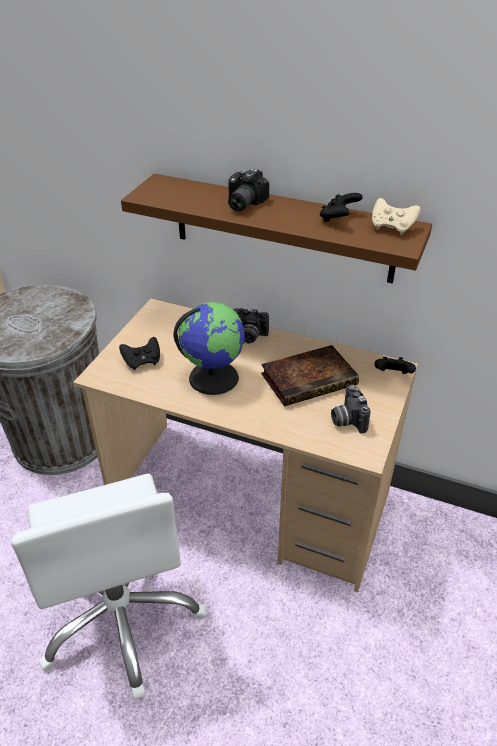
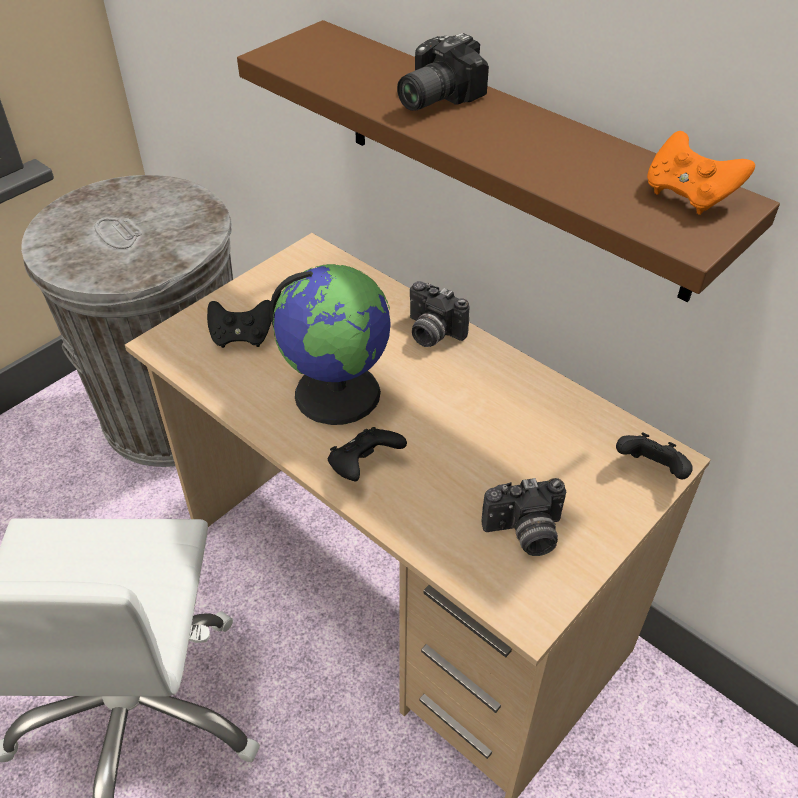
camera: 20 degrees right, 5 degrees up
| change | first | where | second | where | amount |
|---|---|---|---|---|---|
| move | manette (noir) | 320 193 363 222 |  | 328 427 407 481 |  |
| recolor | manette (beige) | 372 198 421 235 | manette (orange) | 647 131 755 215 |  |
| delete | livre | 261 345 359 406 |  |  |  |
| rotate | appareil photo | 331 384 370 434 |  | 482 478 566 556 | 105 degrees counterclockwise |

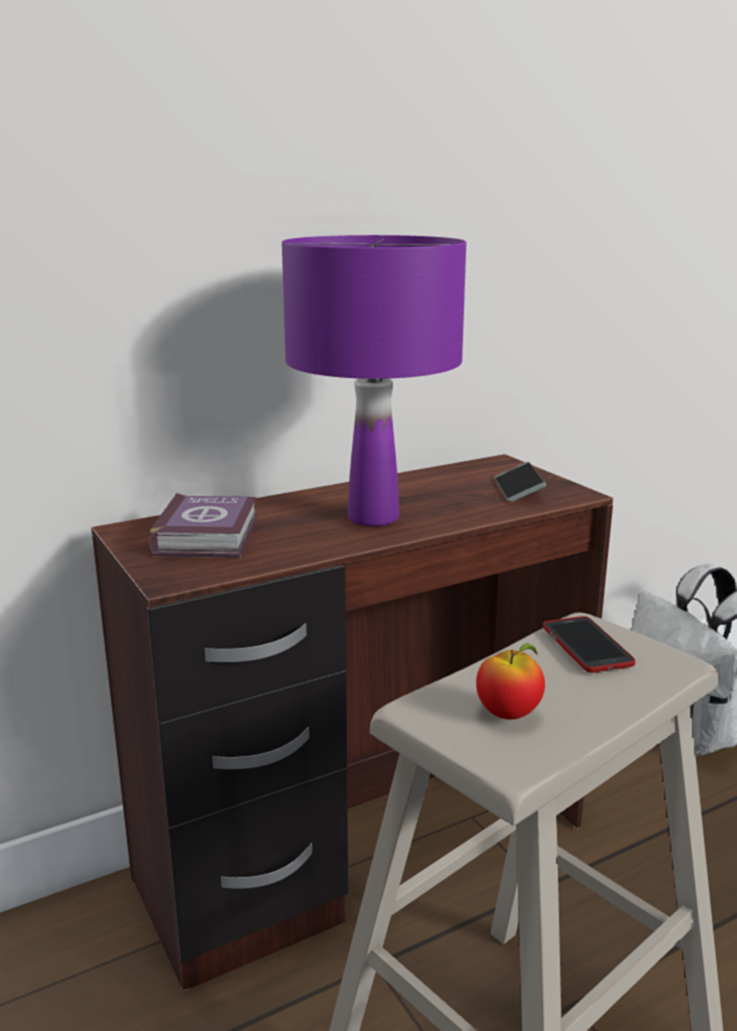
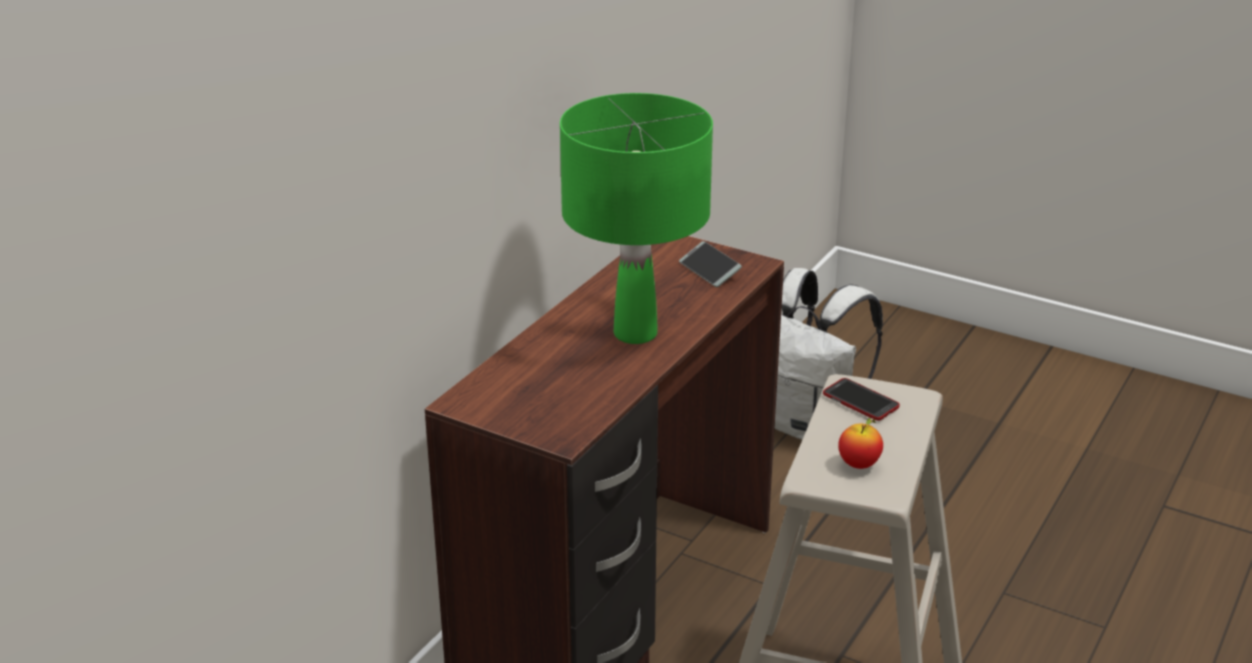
camera: 30 degrees left, 10 degrees up
| change | first | where | second | where | amount |
|---|---|---|---|---|---|
| recolor | lampe de table (violet) | 282 235 466 526 | lampe de table (vert) | 560 93 713 344 |  |
| delete | livre | 149 493 258 558 |  |  |  |

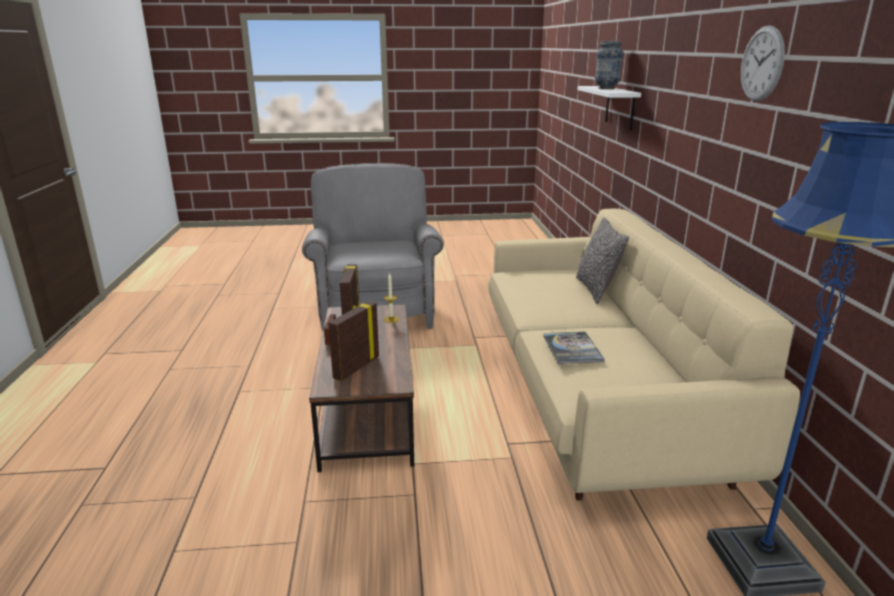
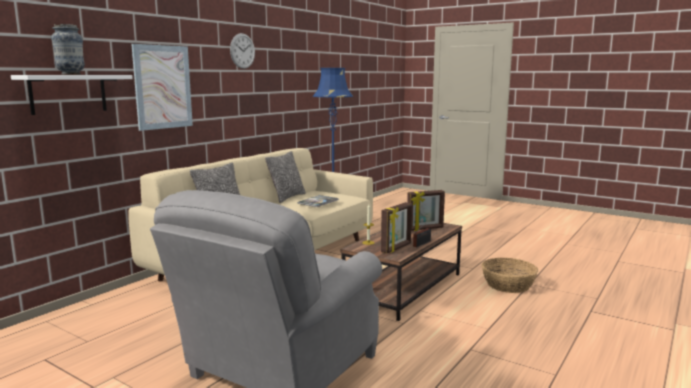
camera: 140 degrees left, 10 degrees down
| change | first | where | second | where | amount |
|---|---|---|---|---|---|
| insert |  |  | tableau | 131 44 193 131 |  |
| insert |  |  | coussin | 265 151 306 203 |  |
| insert |  |  | panier | 482 258 538 293 |  |

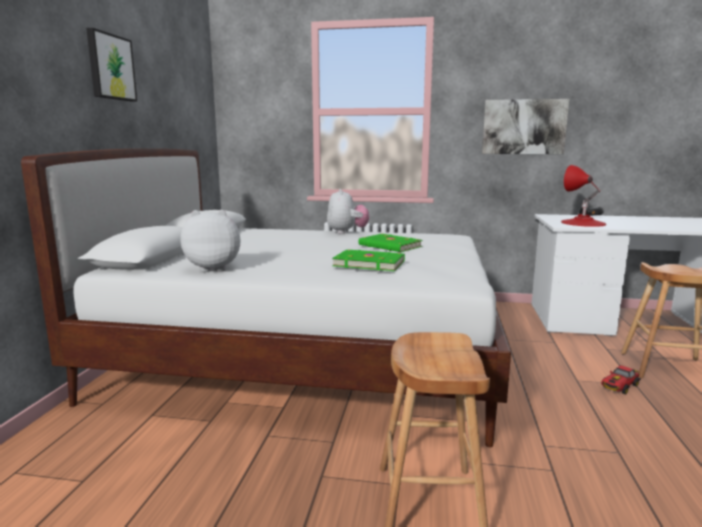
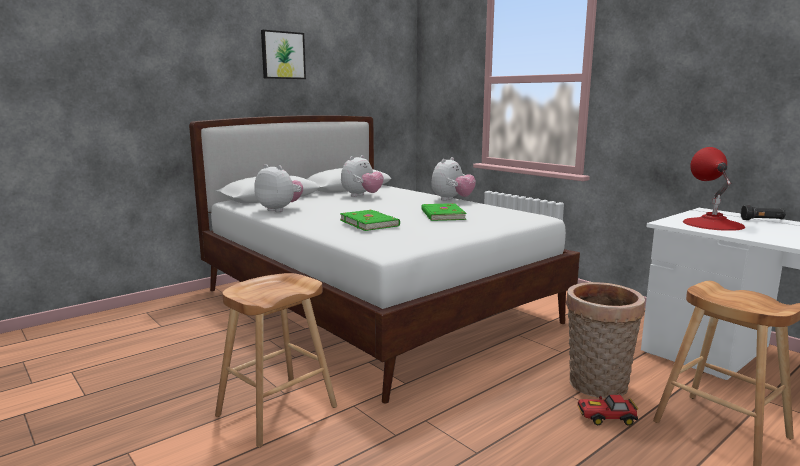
camera: 40 degrees right, 0 degrees up
| change | first | where | second | where | amount |
|---|---|---|---|---|---|
| delete | tableau | 482 99 569 154 |  |  |  |
| insert |  |  | peluche | 341 155 384 197 |  |
| insert |  |  | panier | 566 282 645 398 |  |

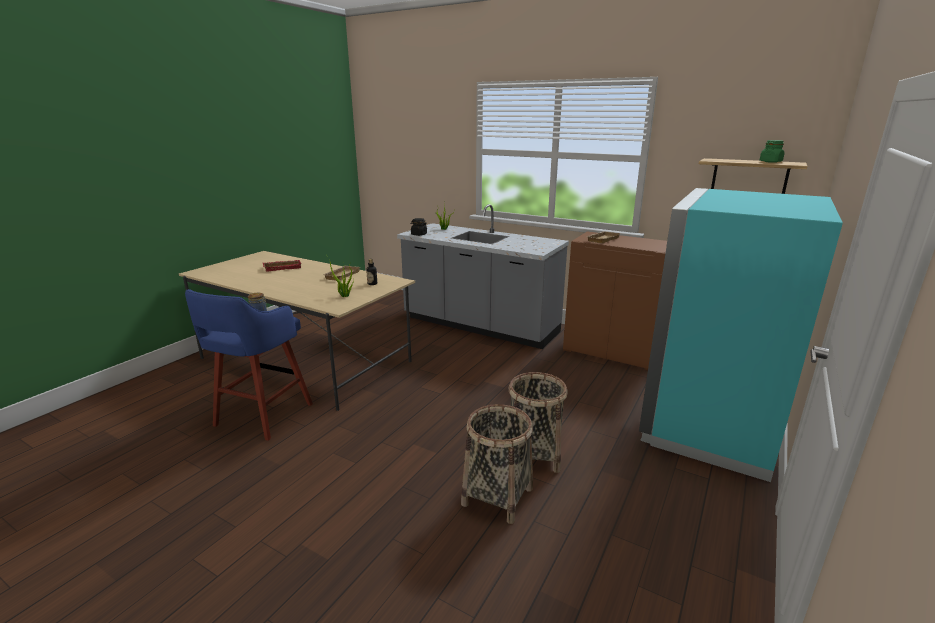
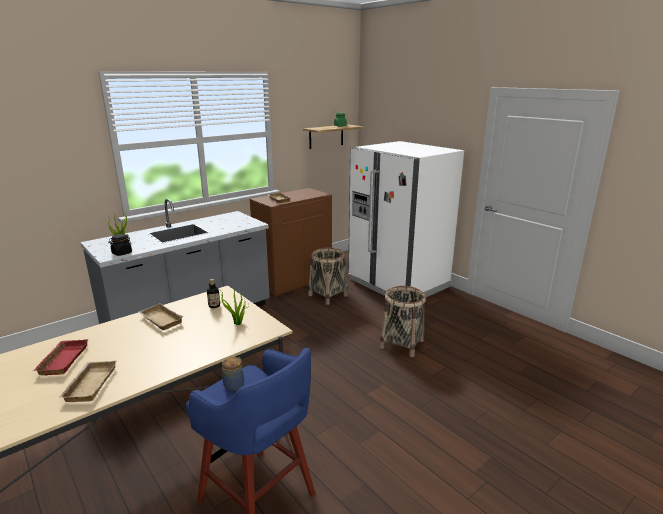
camera: 70 degrees left, 0 degrees up
| change | first | where | second | where | amount |
|---|---|---|---|---|---|
| recolor | réfrigérateur (turquoise) | 639 188 843 482 | réfrigérateur (blanc) | 348 141 464 297 |  |
| move | panier | 461 404 533 524 |  | 308 248 348 305 |  |
| insert |  |  | plateau (beige) | 60 361 116 402 |  |

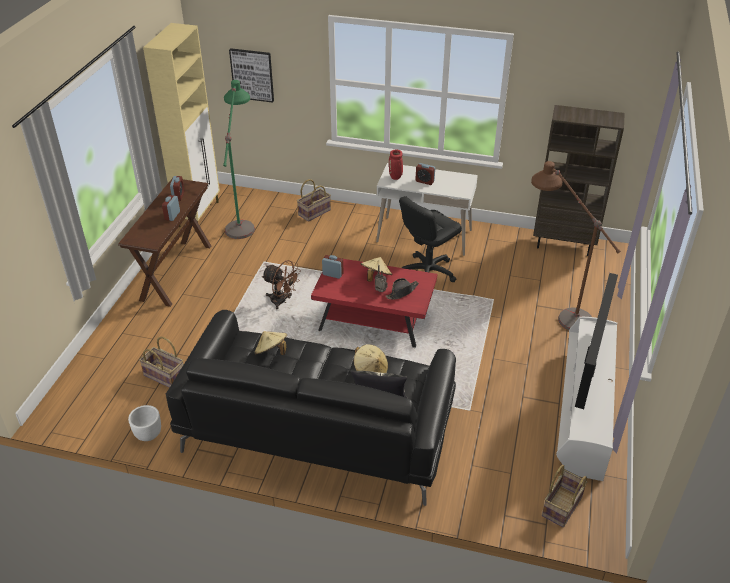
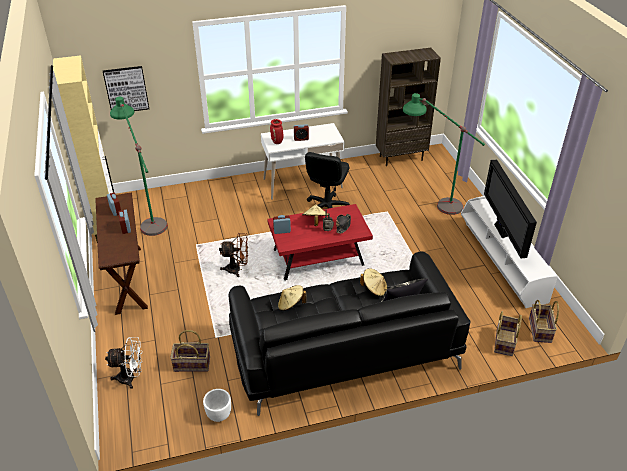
camera: 30 degrees left, 0 degrees up
| change | first | where | second | where | amount |
|---|---|---|---|---|---|
| recolor | lampadaire (marron) | 531 161 621 330 | lampadaire (vert) | 403 93 485 215 |  |
| move | panier | 297 179 331 222 |  | 494 311 522 356 |  |
| insert |  |  | ventilateur (blanc) | 105 337 142 389 |  |

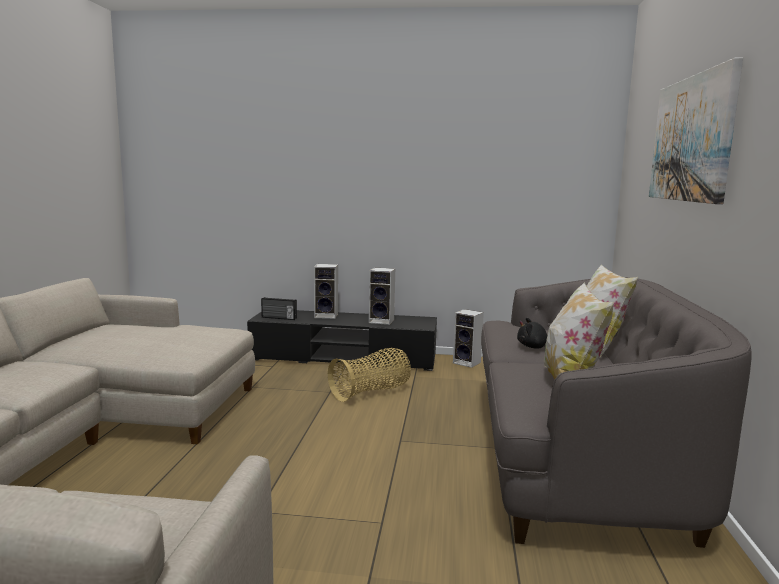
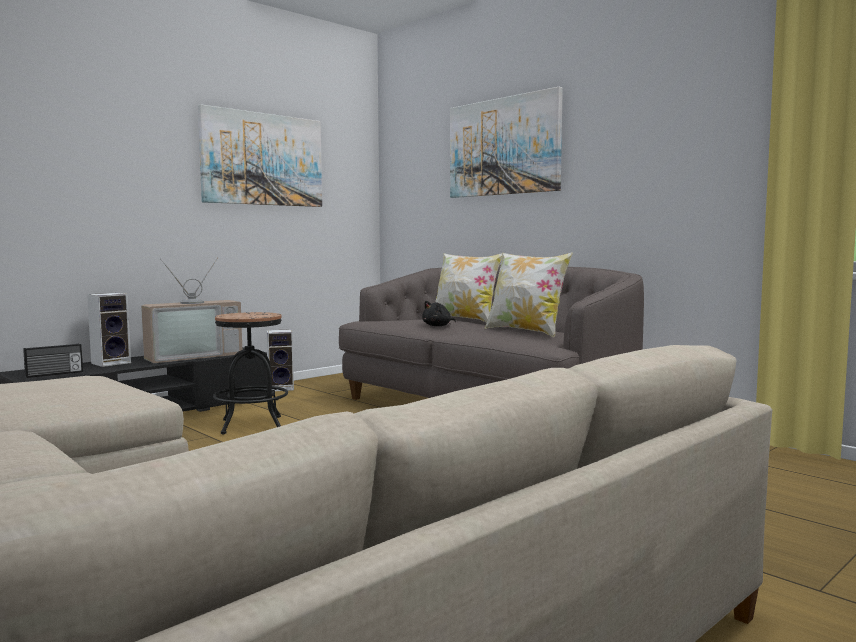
camera: 50 degrees left, 5 degrees down
| change | first | where | second | where | amount |
|---|---|---|---|---|---|
| replace | enceinte | 369 267 395 325 | téléviseur | 141 258 242 363 |  |
| replace | panier | 328 348 411 402 | tabouret (noir) | 213 312 288 434 |  |
| insert |  |  | tableau | 198 104 322 207 |  |

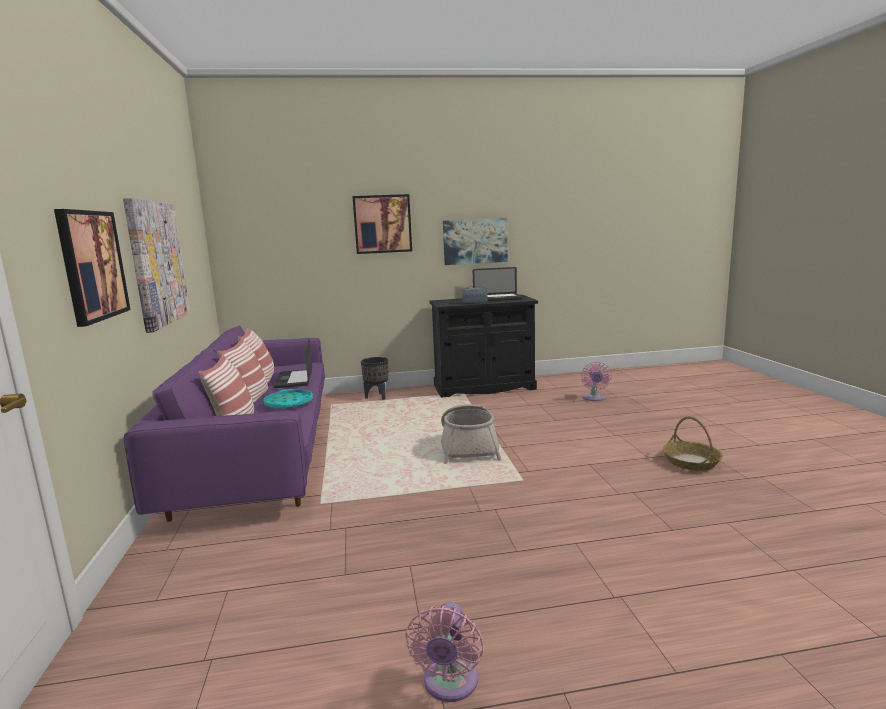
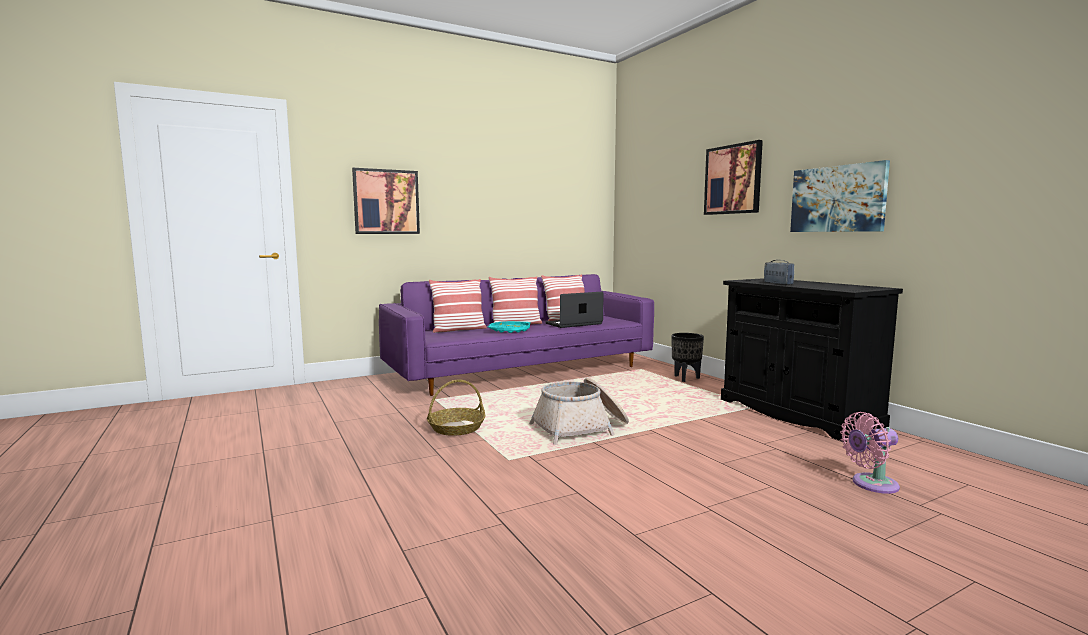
camera: 70 degrees right, 5 degrees down
| change | first | where | second | where | amount |
|---|---|---|---|---|---|
| delete | tableau | 123 198 190 333 |  |  |  |
| delete | ordinateur portable | 473 267 522 301 |  |  |  |
| move | panier | 663 417 723 471 |  | 427 379 486 436 |  |
| delete | ventilateur (rose) | 405 602 483 702 |  |  |  |

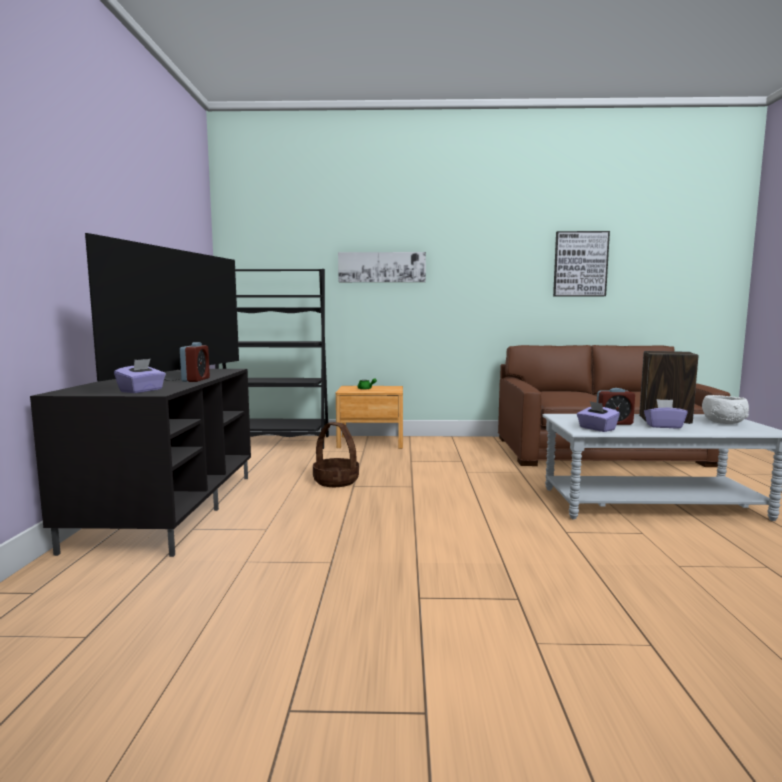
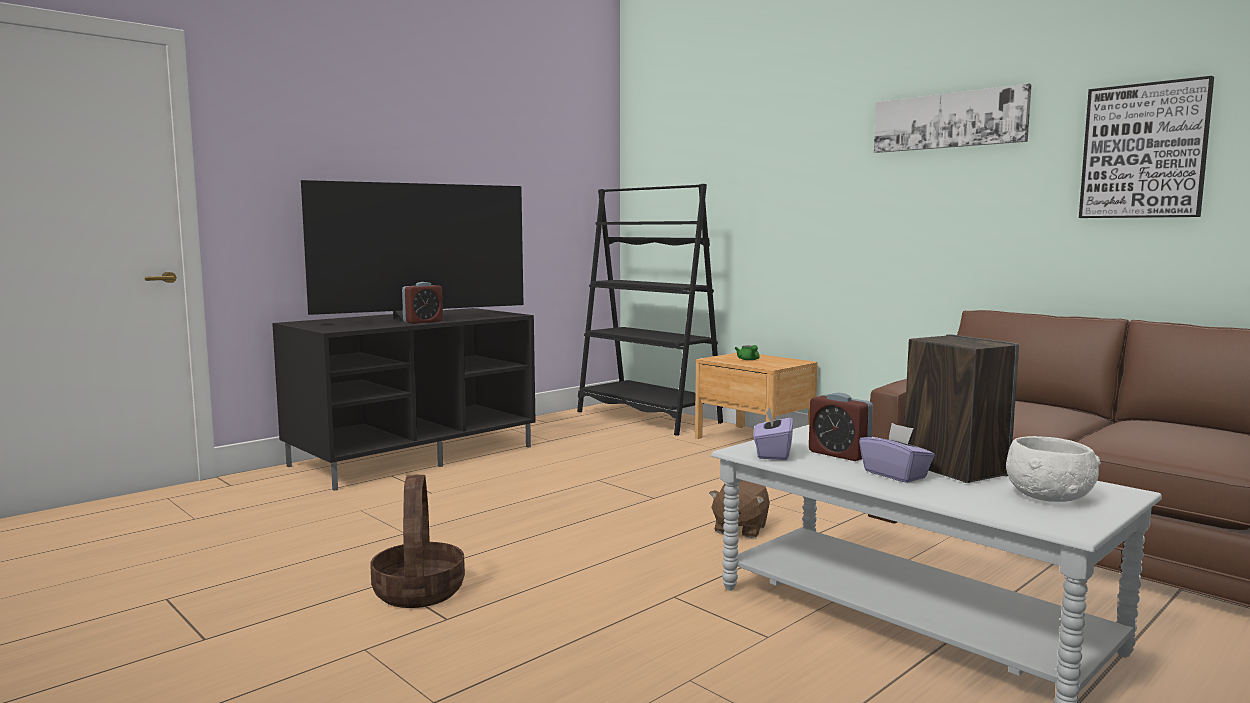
camera: 45 degrees right, 0 degrees up
| change | first | where | second | where | amount |
|---|---|---|---|---|---|
| move | tableau | 338 252 426 282 |  | 874 84 1032 153 |  |
| delete | boîte à mouchoirs (violet) | 114 359 166 393 |  |  |  |
| move | panier | 313 422 359 487 |  | 370 475 465 608 |  |
| insert |  |  | peluche (marron) | 709 480 770 538 |  |

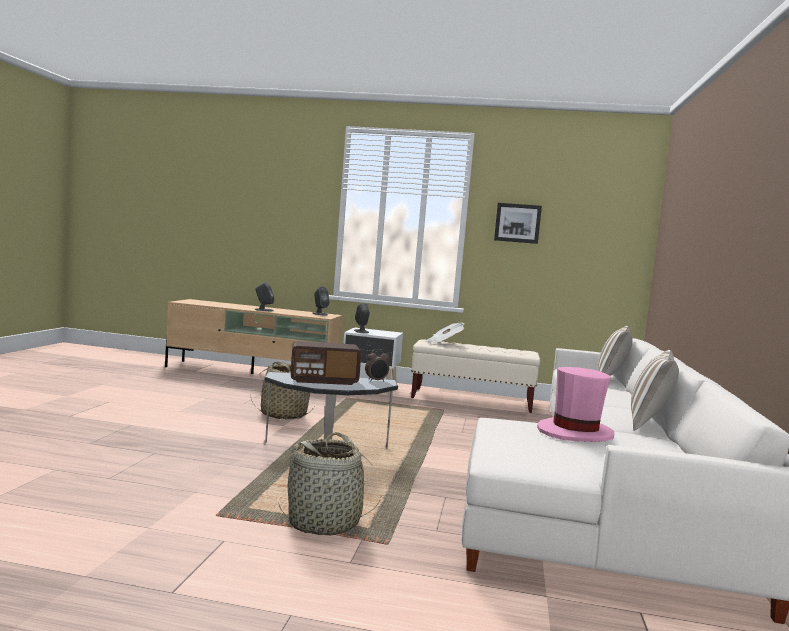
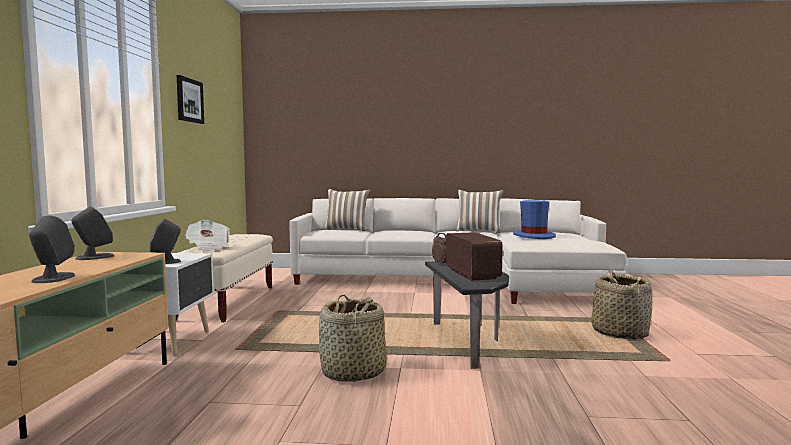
camera: 95 degrees left, 0 degrees up
| change | first | where | second | where | amount |
|---|---|---|---|---|---|
| recolor | chapeau (rose) | 537 367 615 442 | chapeau (bleu) | 513 200 556 239 |  |

